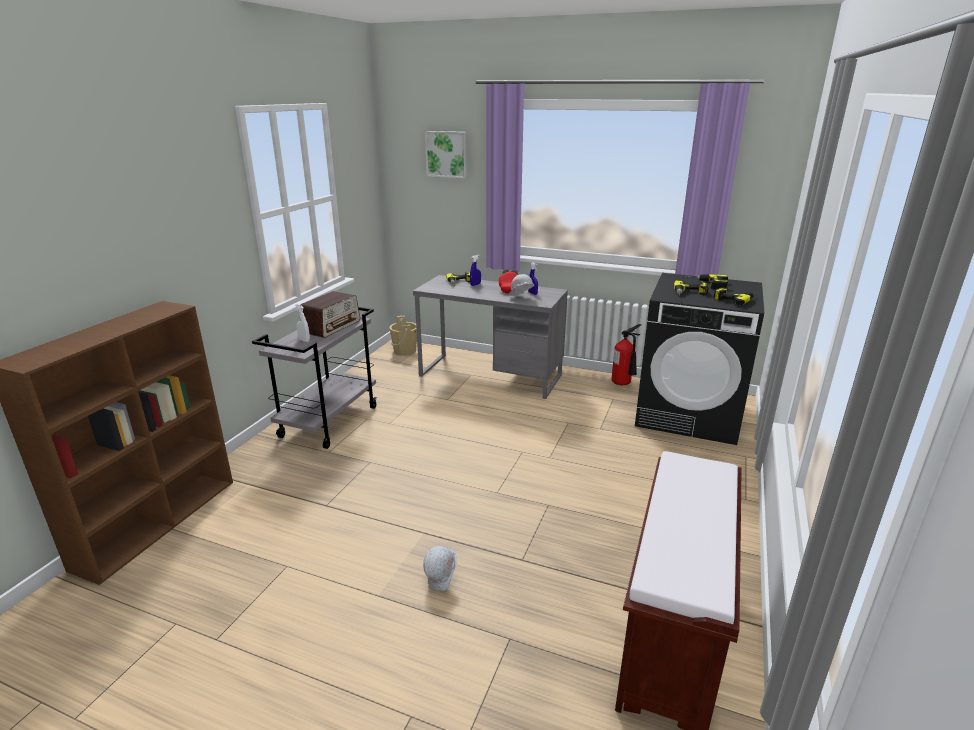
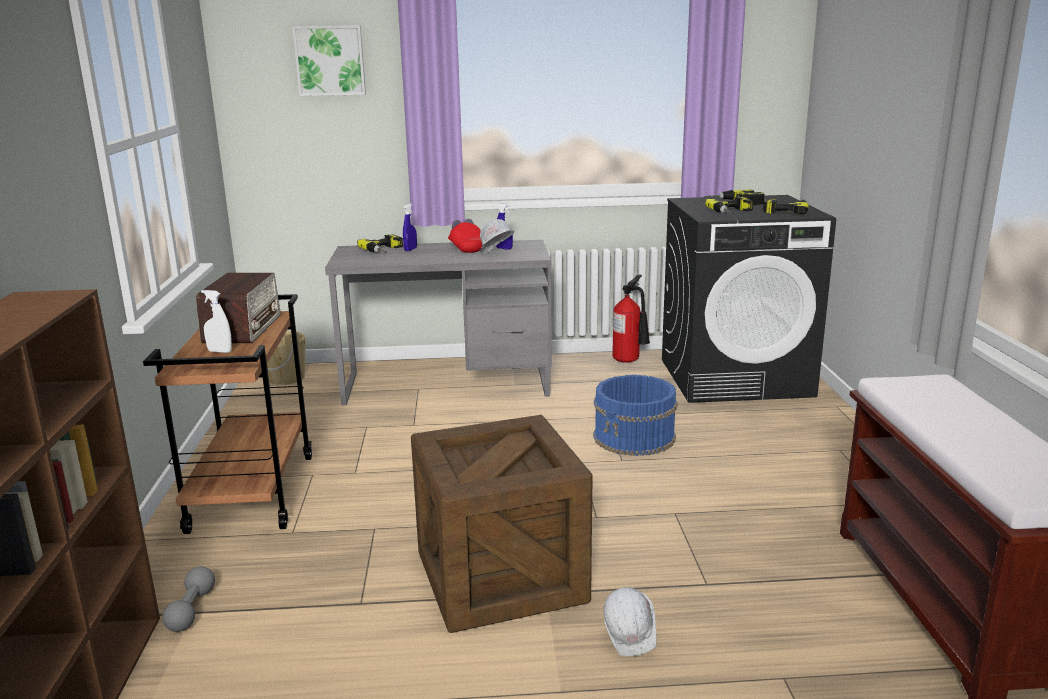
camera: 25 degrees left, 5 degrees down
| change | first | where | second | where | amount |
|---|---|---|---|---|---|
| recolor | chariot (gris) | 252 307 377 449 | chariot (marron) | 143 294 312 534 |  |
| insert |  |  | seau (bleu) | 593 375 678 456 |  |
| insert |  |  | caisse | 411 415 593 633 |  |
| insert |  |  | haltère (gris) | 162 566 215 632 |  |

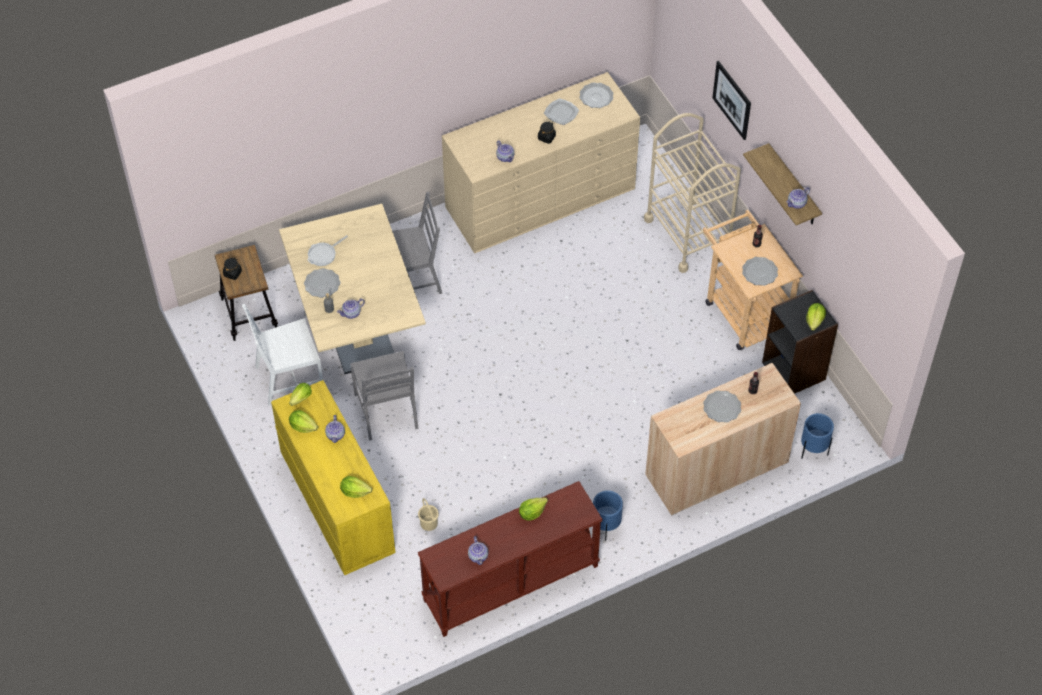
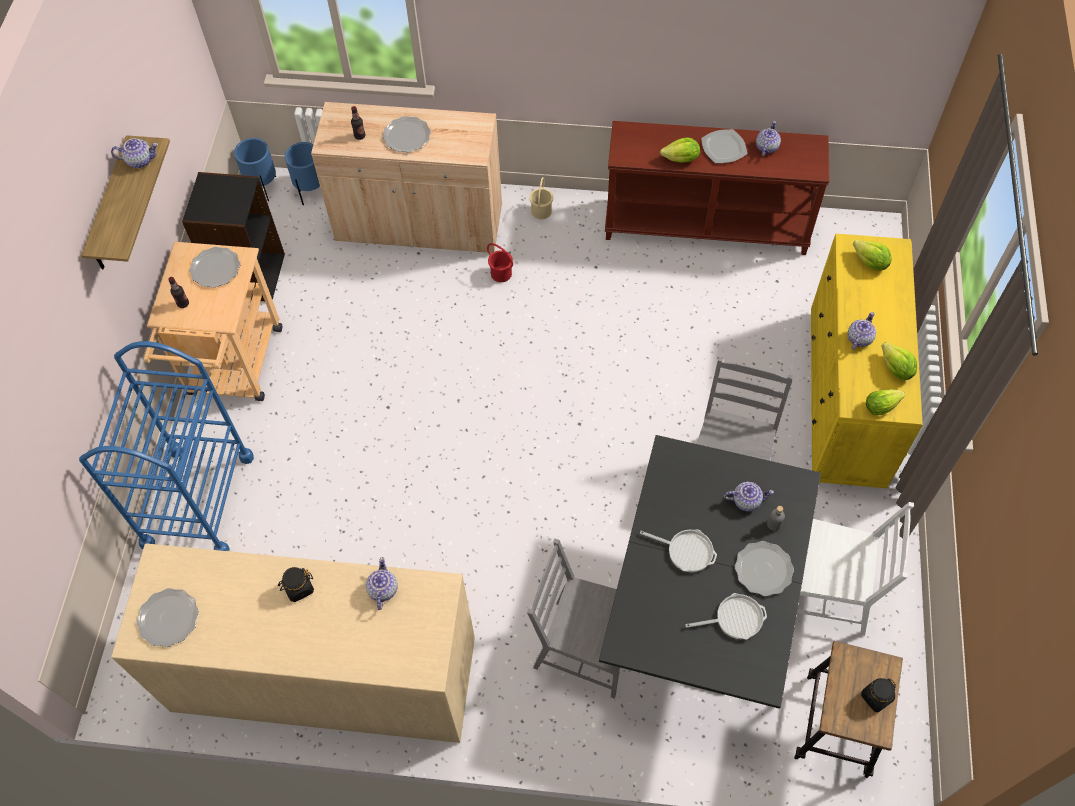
camera: 145 degrees left, 5 degrees up
| change | first | where | second | where | amount |
|---|---|---|---|---|---|
| delete | tableau | 712 61 751 140 |  |  |  |
| move | assiette | 544 98 579 125 |  | 701 129 747 163 |  |
| recolor | chariot (beige) | 644 113 741 273 | chariot (bleu) | 79 341 254 551 |  |
| recolor | table à manger (beige) | 279 204 426 374 | table à manger (noir) | 599 435 821 709 |  |
| delete | laitue | 806 303 826 331 |  |  |  |
| move | cache-pot (bleu) | 593 490 623 541 |  | 234 138 276 201 |  |
| move | seau (beige) | 418 498 439 531 |  | 529 177 553 219 |  |
| insert |  |  | seau (rouge) | 487 243 513 282 |  |
| insert |  |  | poêle | 640 529 717 572 |  |

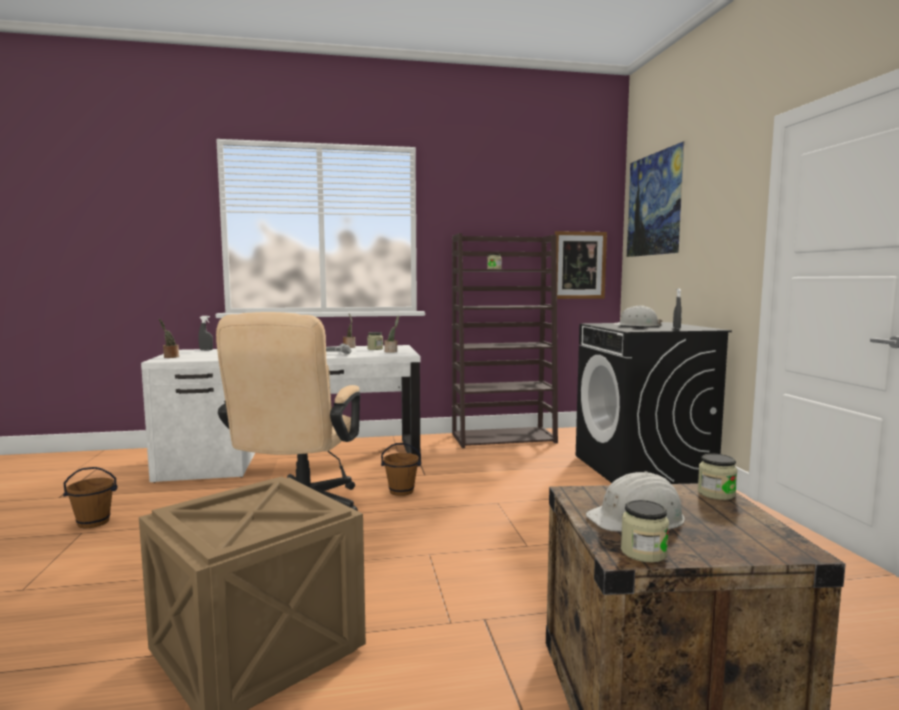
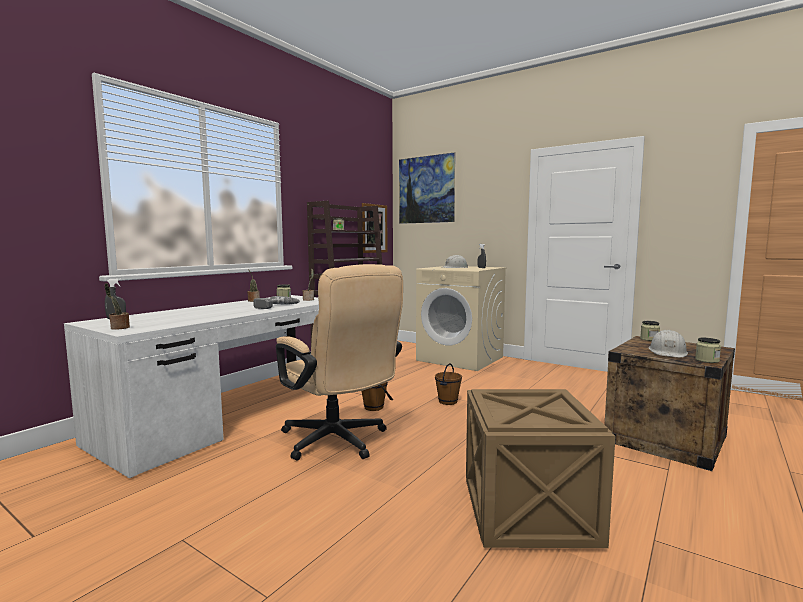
camera: 45 degrees left, 0 degrees up
| change | first | where | second | where | amount |
|---|---|---|---|---|---|
| recolor | lave-linge (noir) | 576 322 732 484 | lave-linge (beige) | 416 266 506 371 |  |
| move | seau (marron) | 63 467 118 528 |  | 435 363 462 405 |  |

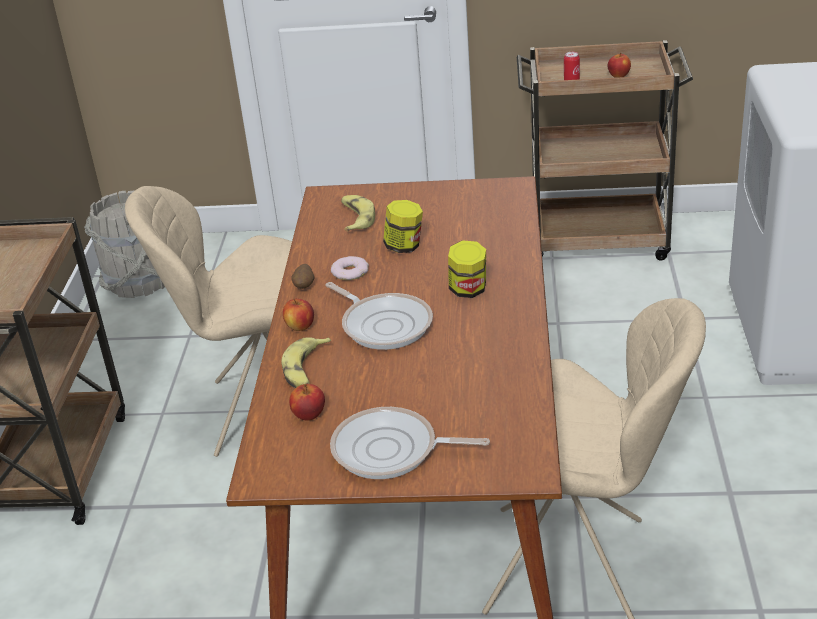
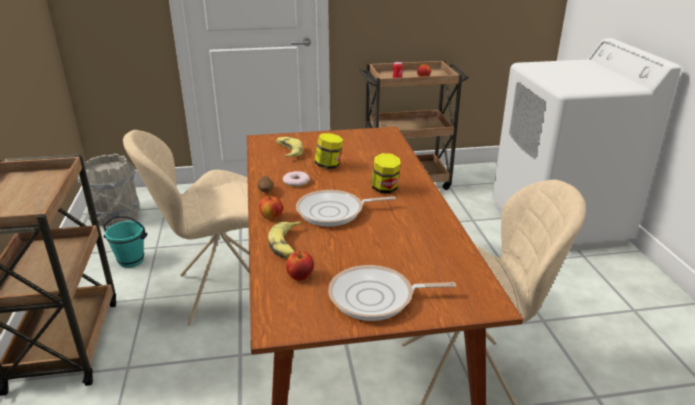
camera: 15 degrees left, 5 degrees down
| change | first | where | second | where | amount |
|---|---|---|---|---|---|
| rotate | poêle | 325 282 433 350 |  | 296 190 396 226 | 135 degrees clockwise |
| insert |  |  | seau (turquoise) | 103 216 147 268 |  |

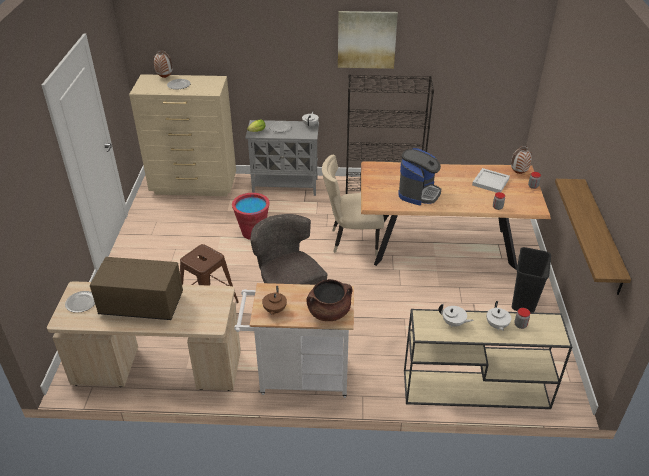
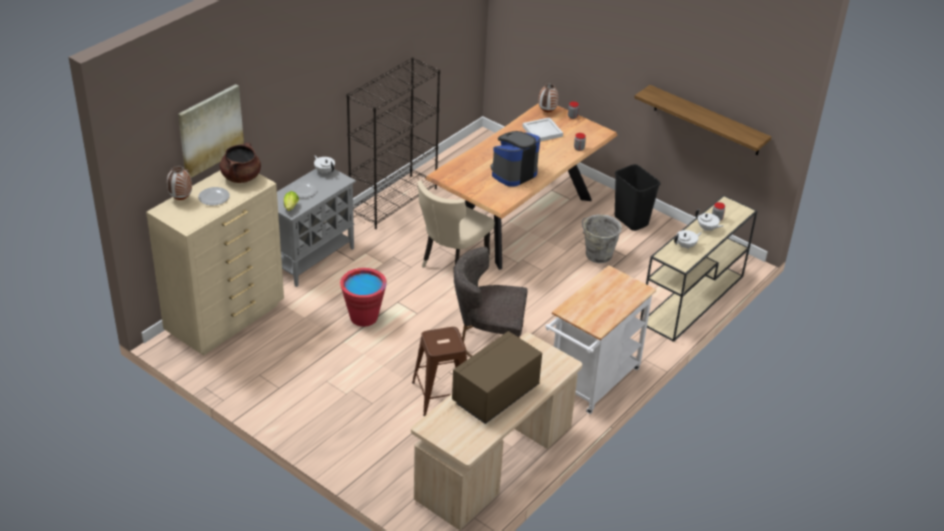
camera: 55 degrees left, 0 degrees up
| change | first | where | second | where | amount |
|---|---|---|---|---|---|
| move | tableau | 338 11 398 69 |  | 178 84 244 178 |  |
| rotate | machine à café | 398 148 441 206 |  | 491 131 540 187 | 105 degrees counterclockwise |
| move | marmite (marron) | 306 279 353 321 |  | 220 142 261 183 |  |
| delete | théière (marron) | 262 286 287 315 |  |  |  |
| delete | assiette | 65 291 95 313 |  |  |  |
| insert |  |  | seau (gris) | 582 214 622 263 |  |

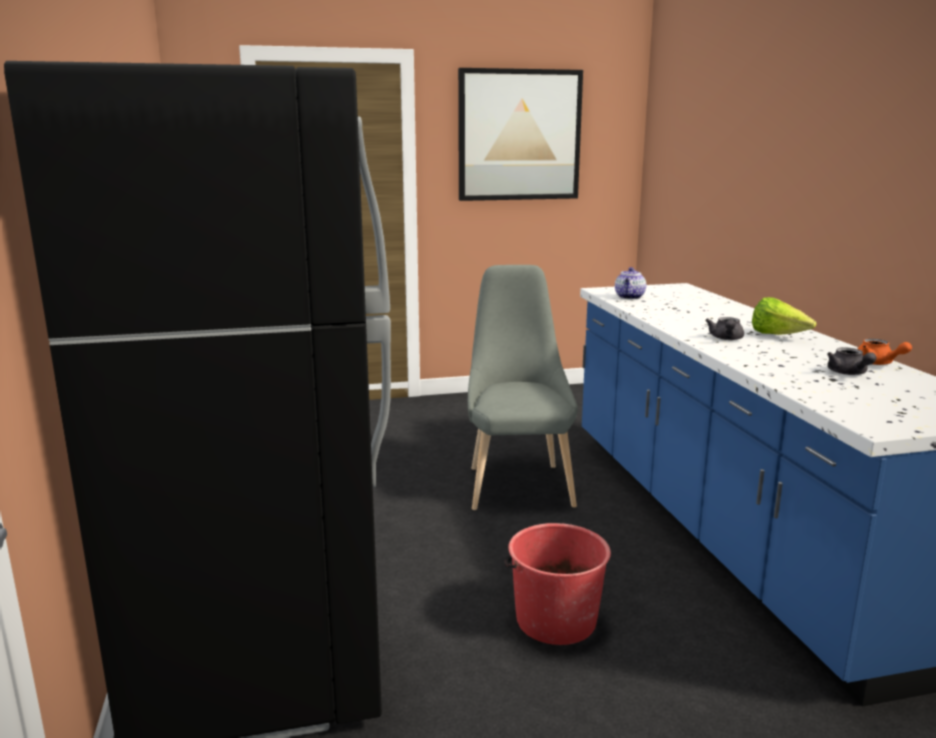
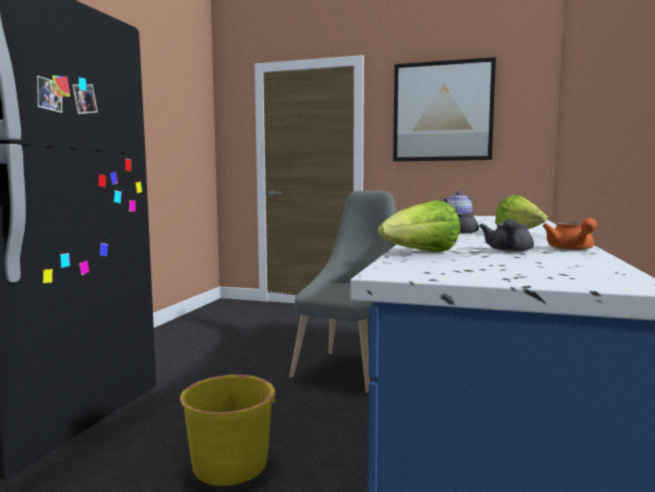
camera: 30 degrees right, 10 degrees down
| change | first | where | second | where | amount |
|---|---|---|---|---|---|
| recolor | seau (rouge) | 504 523 611 645 | seau (jaune) | 179 375 279 486 |  |
| insert |  |  | laitue | 378 200 460 252 |  |

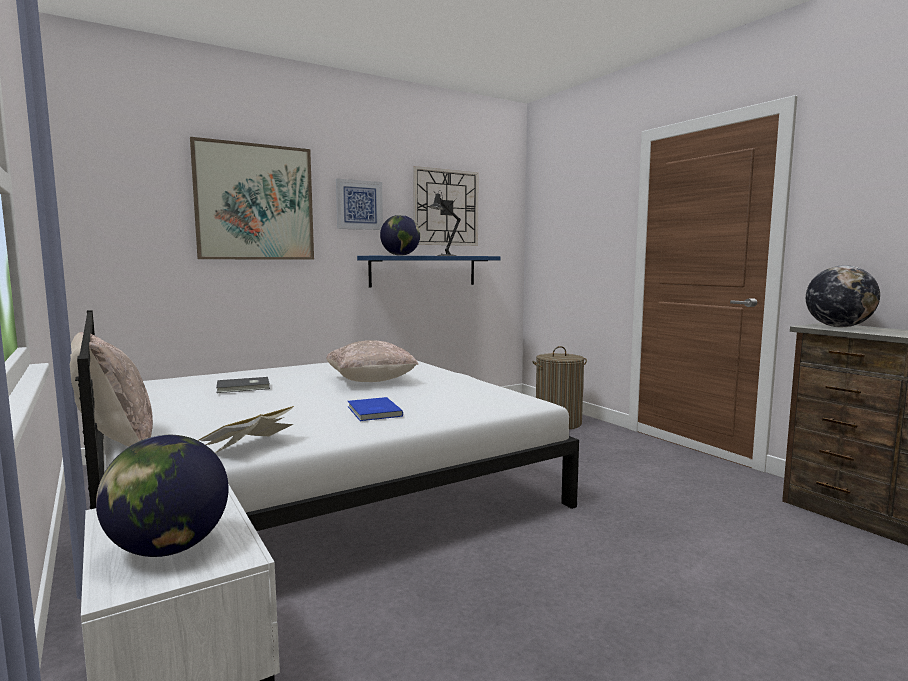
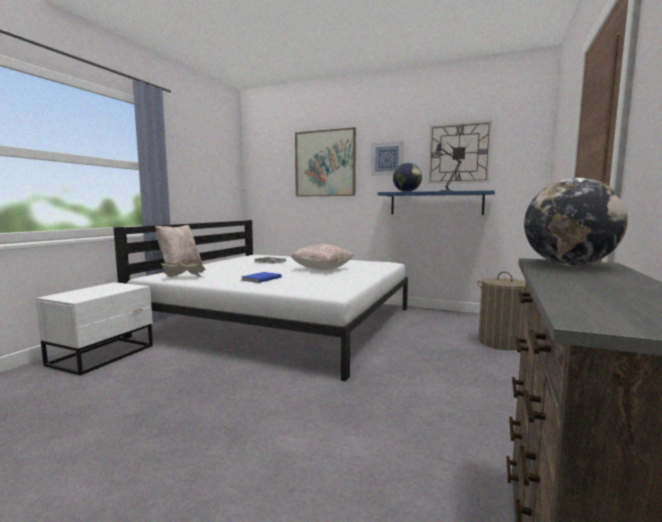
camera: 55 degrees right, 0 degrees up
| change | first | where | second | where | amount |
|---|---|---|---|---|---|
| delete | globe | 96 435 229 557 |  |  |  |

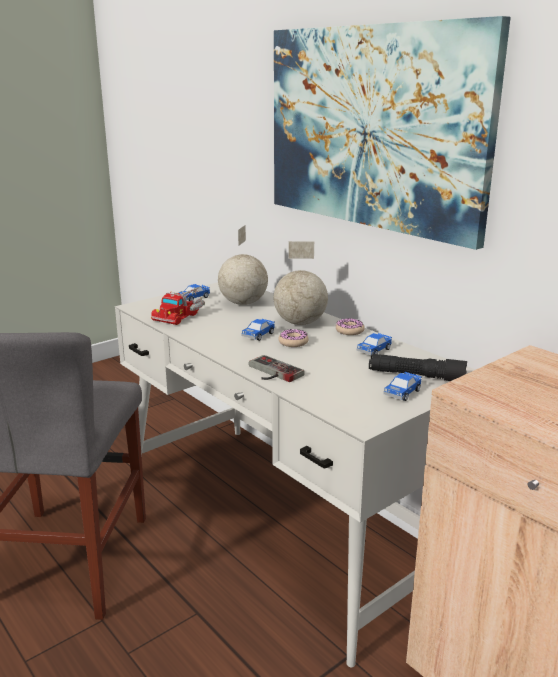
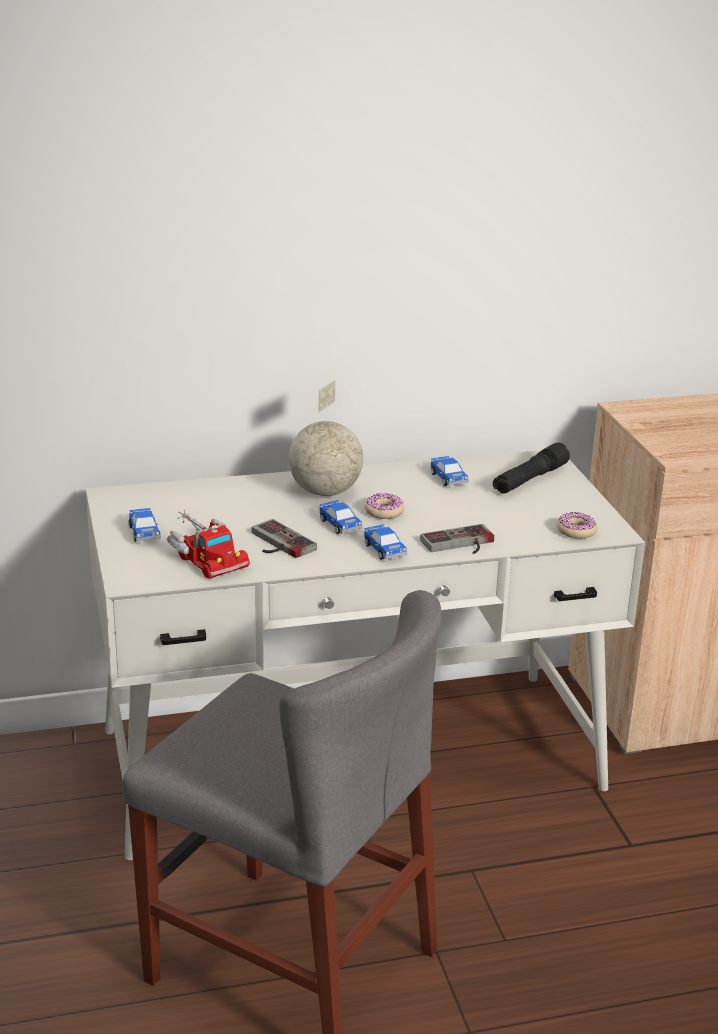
camera: 65 degrees left, 5 degrees up
| change | first | where | second | where | amount |
|---|---|---|---|---|---|
| delete | tableau | 274 16 511 250 |  |  |  |
| delete | globe | 218 226 268 305 |  |  |  |
| move | beignet | 336 318 365 335 |  | 557 512 598 539 |  |
| move | petite voiture | 383 372 422 401 |  | 364 524 407 560 |  |
| insert |  |  | manette | 251 519 317 558 |  |

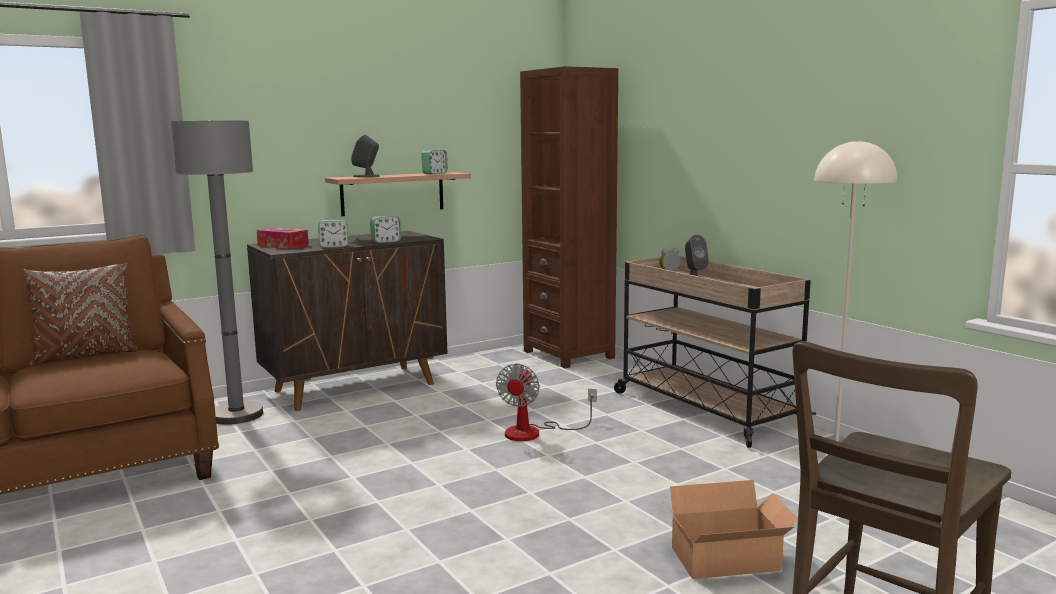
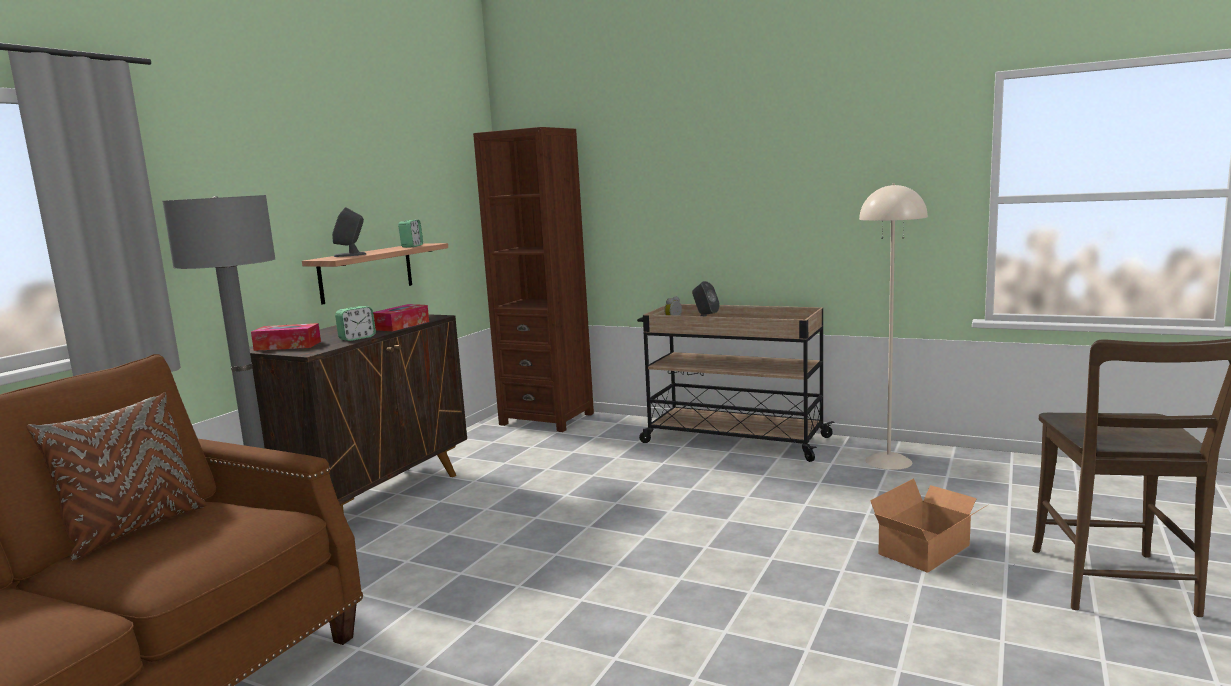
camera: 30 degrees left, 0 degrees up
| change | first | where | second | where | amount |
|---|---|---|---|---|---|
| replace | réveil | 370 216 401 243 | boîte à mouchoirs | 373 304 429 331 |  |
| delete | ventilateur | 496 364 597 441 |  |  |  |

